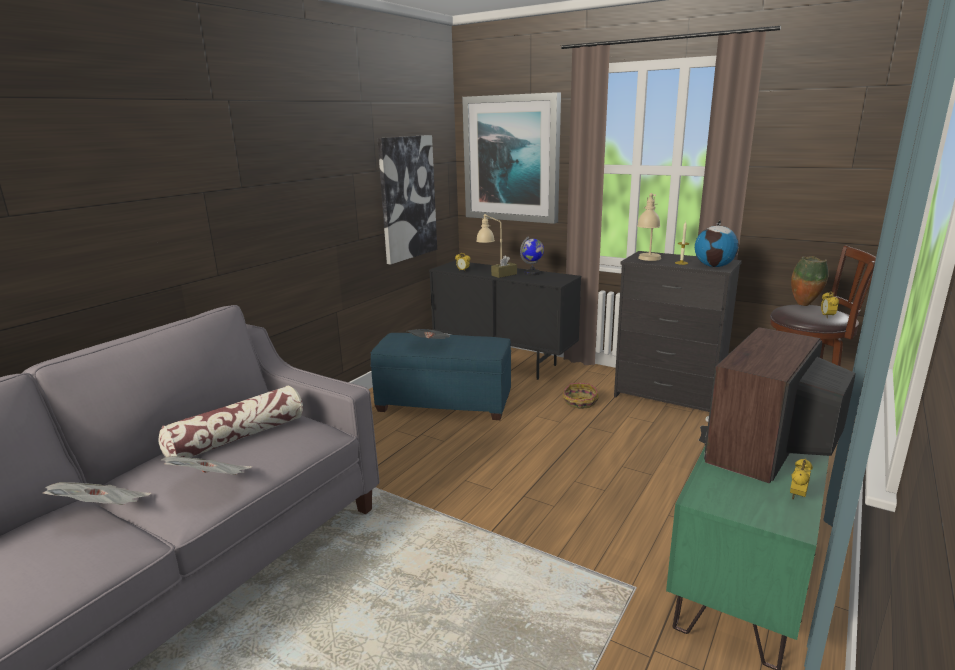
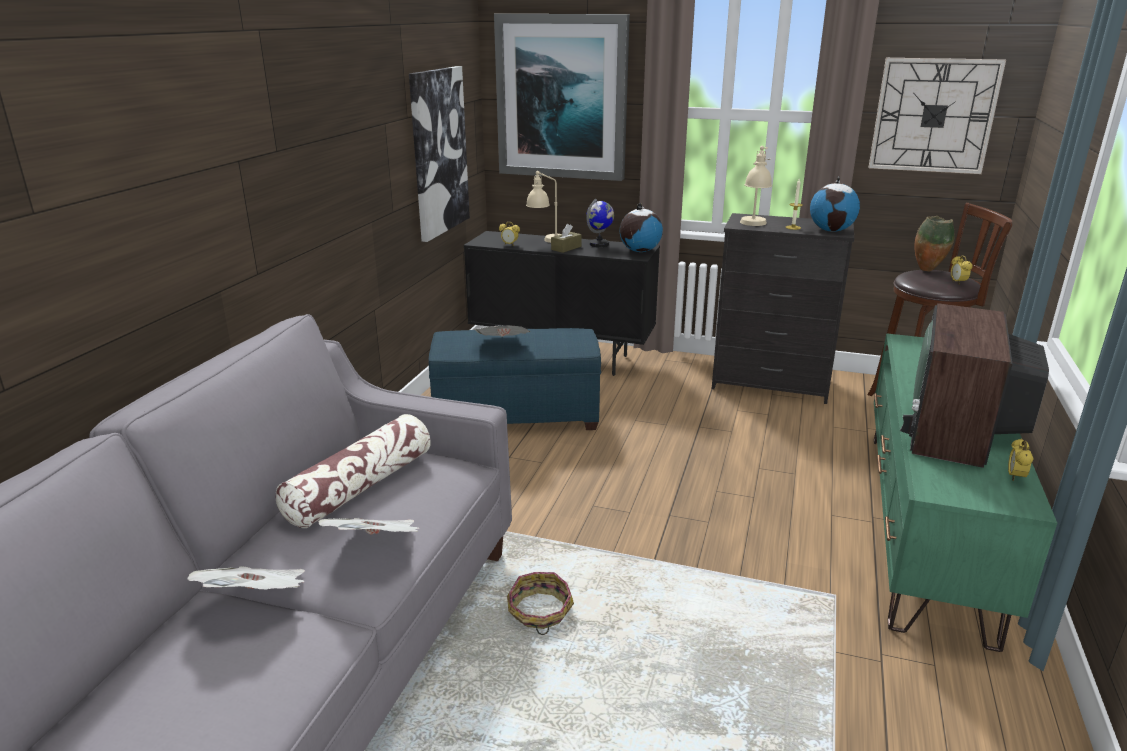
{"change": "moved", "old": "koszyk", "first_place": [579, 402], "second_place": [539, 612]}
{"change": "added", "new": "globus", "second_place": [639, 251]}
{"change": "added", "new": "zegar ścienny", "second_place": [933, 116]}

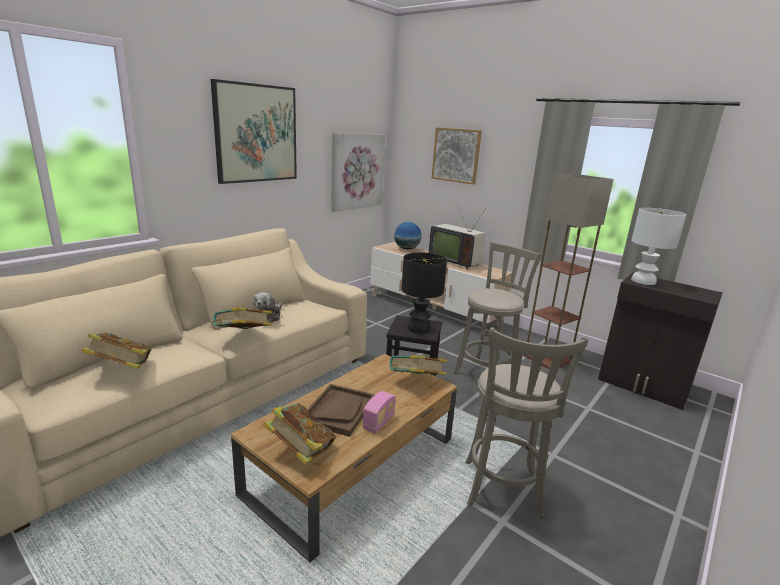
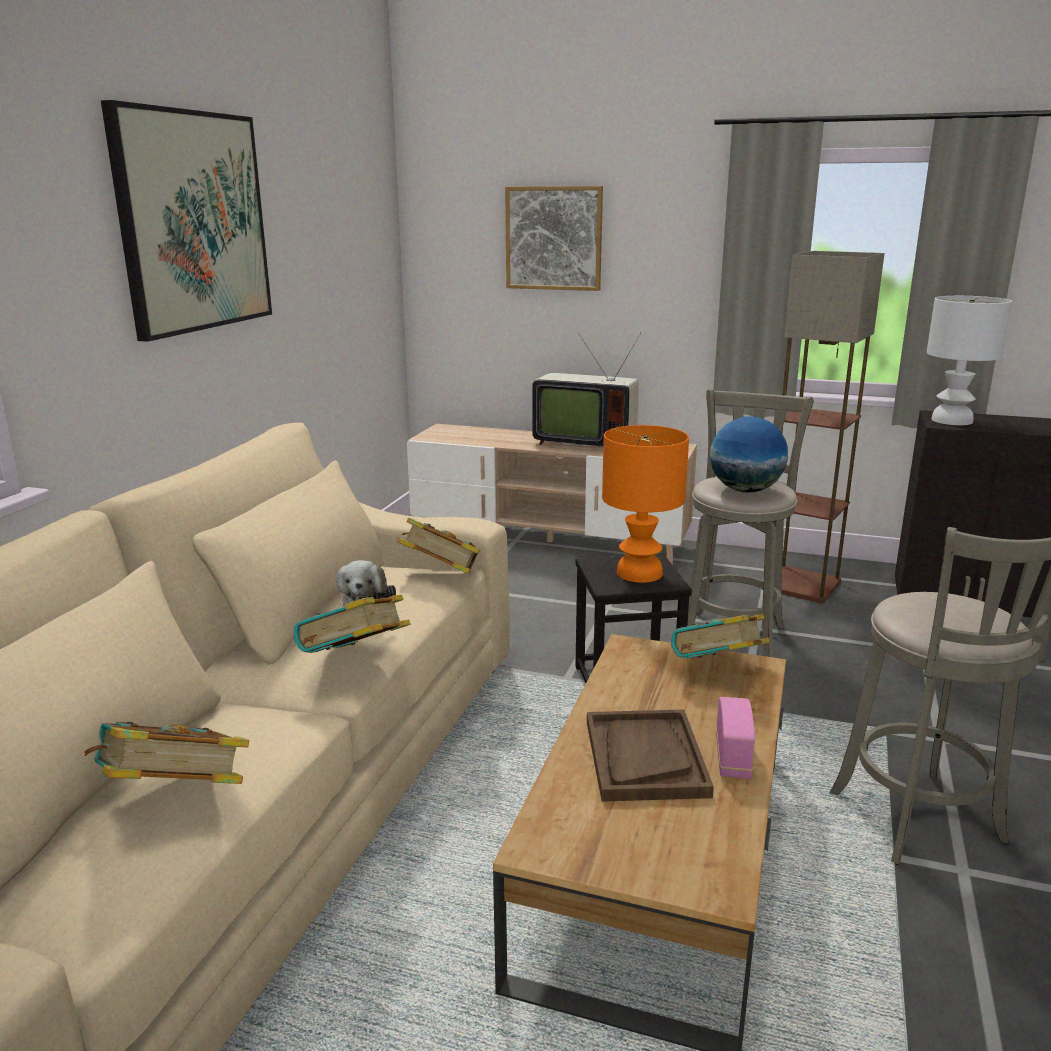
{"change": "moved", "old": "książka", "first_place": [301, 451], "second_place": [441, 576]}
{"change": "recoloured", "old": "lampa stołowa (czarny)", "new": "lampa stołowa (pomarańczowy)", "first_place": [419, 328], "second_place": [640, 572]}
{"change": "moved", "old": "globus", "first_place": [407, 249], "second_place": [745, 490]}
{"change": "removed", "old": "obraz", "first_place": [357, 171]}

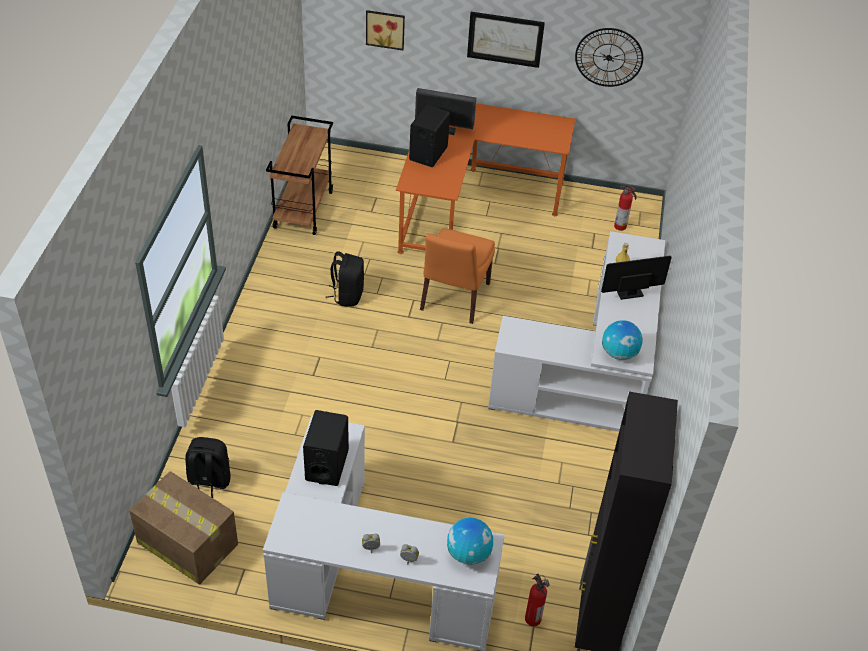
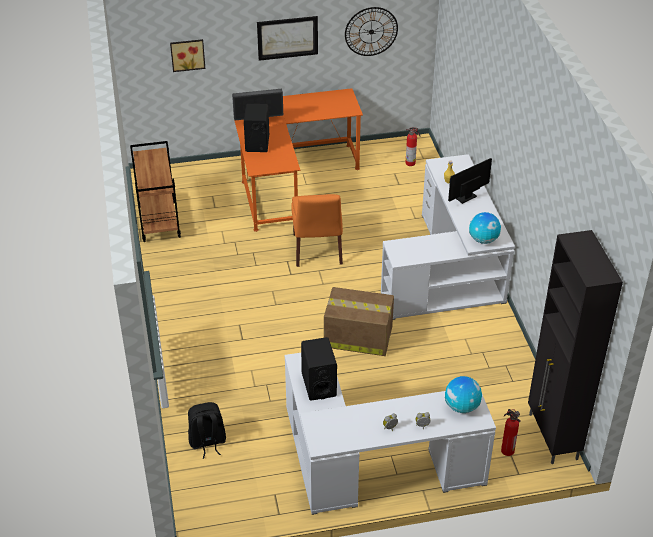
{"change": "moved", "old": "karton", "first_place": [186, 543], "second_place": [357, 336]}
{"change": "removed", "old": "plecak (czarny)", "first_place": [347, 295]}

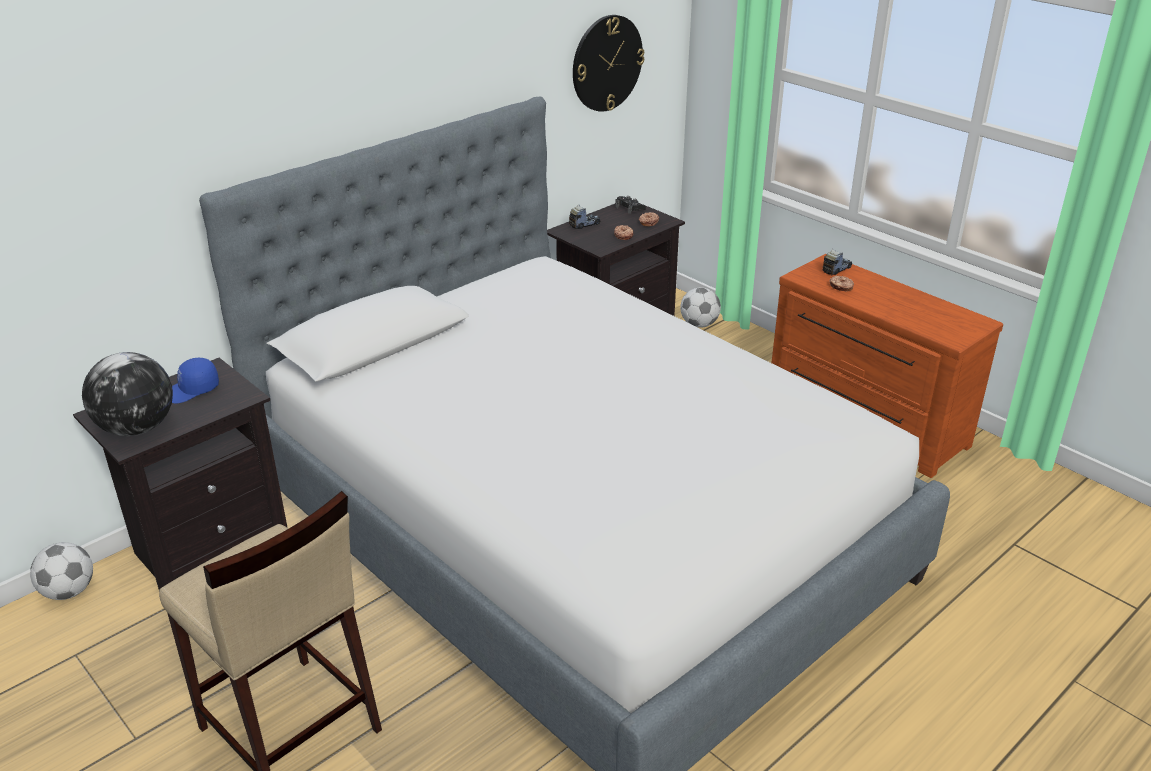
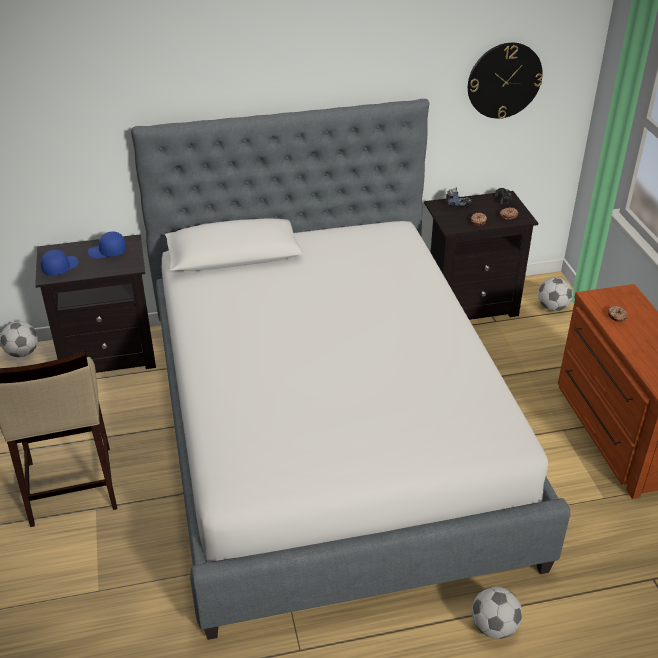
{"change": "replaced", "old": "globus", "new": "czapka z daszkiem (niebieski)", "first_place": [136, 428], "second_place": [60, 267]}
{"change": "added", "new": "piłka futbolowa", "second_place": [494, 627]}
{"change": "removed", "old": "ciężarówka zabawkowa", "first_place": [836, 269]}

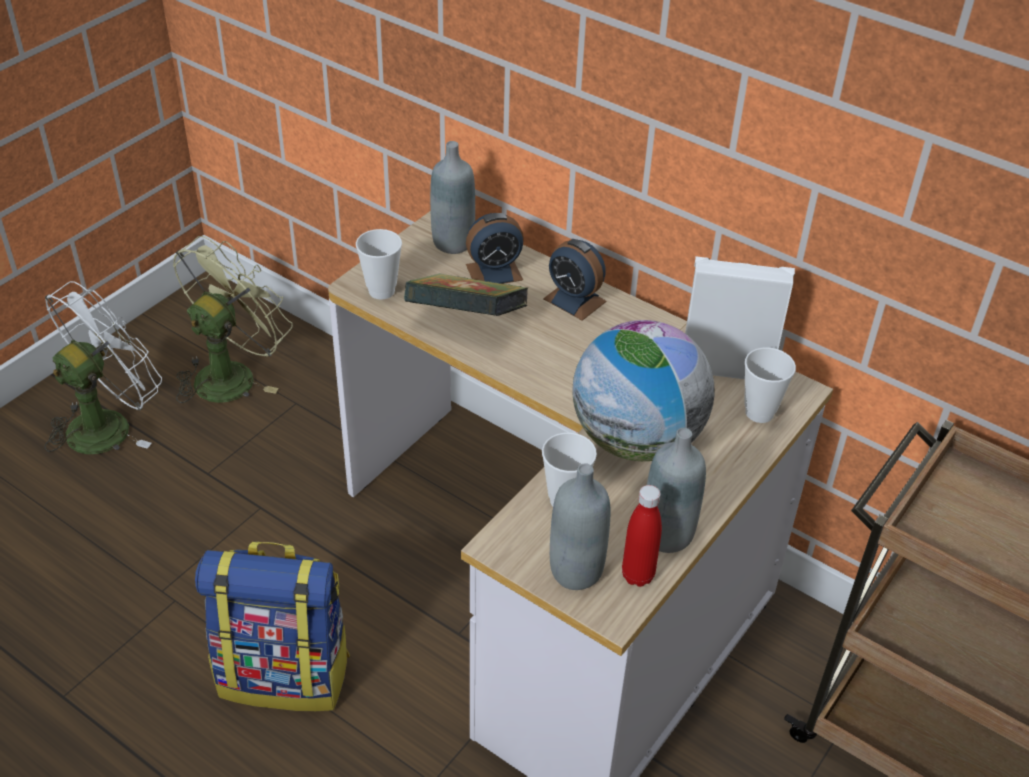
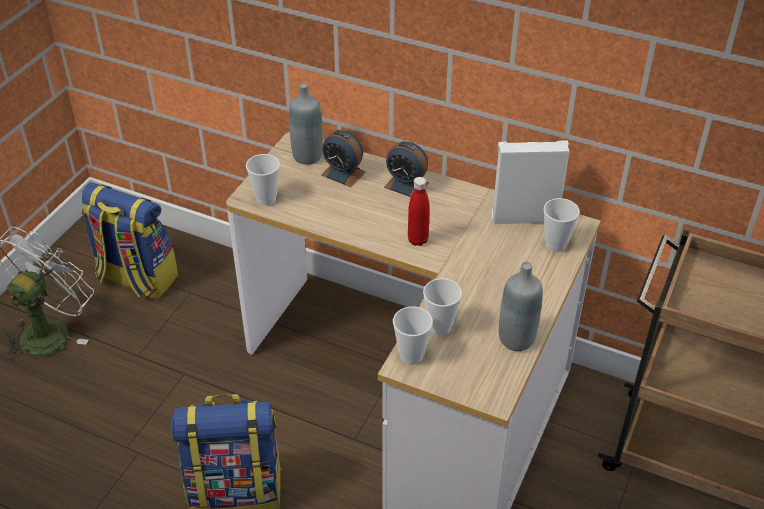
{"change": "replaced", "old": "wentylator (zielony)", "new": "plecak", "first_place": [232, 374], "second_place": [136, 278]}
{"change": "turned", "old": "budzik", "first_place": [494, 272], "second_place": [343, 173], "degrees": 60}
{"change": "added", "new": "filiżanka", "second_place": [411, 356]}
{"change": "moved", "old": "butelka (czerwony)", "first_place": [637, 575], "second_place": [418, 240]}
{"change": "removed", "old": "książka", "first_place": [466, 321]}
{"change": "removed", "old": "butelka (szary)", "first_place": [576, 571]}
{"change": "removed", "old": "globus", "first_place": [636, 440]}

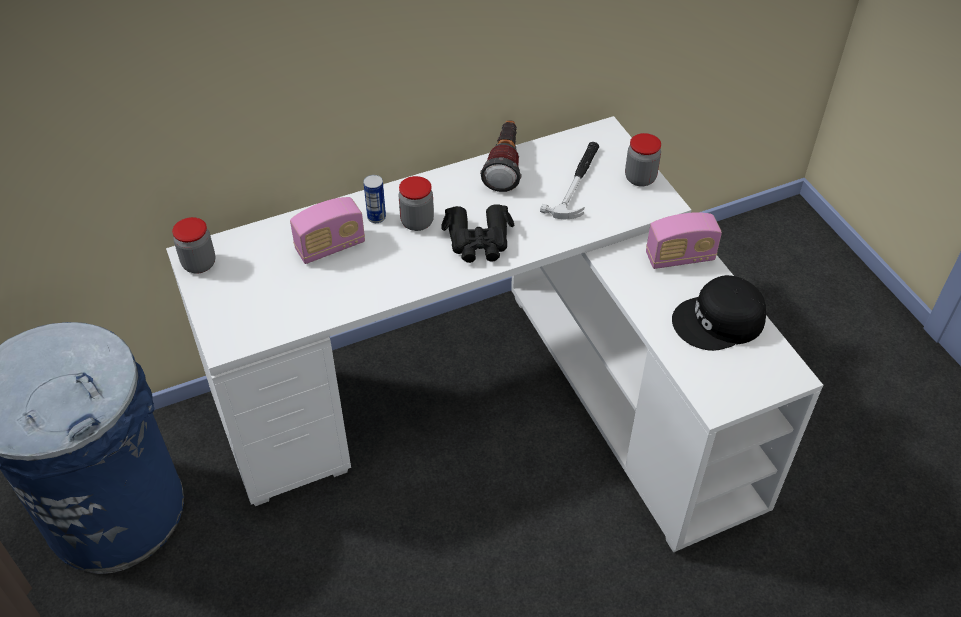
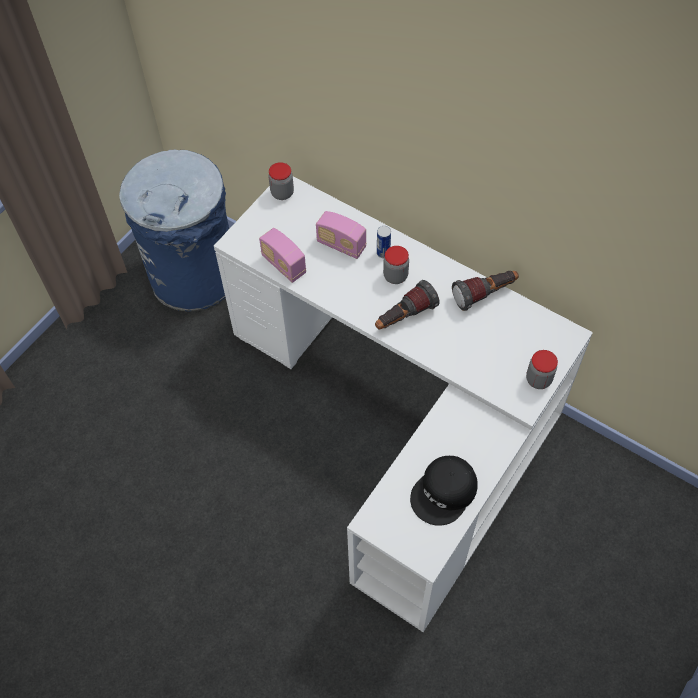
{"change": "moved", "old": "radio", "first_place": [680, 257], "second_place": [283, 265]}
{"change": "replaced", "old": "lornetka (czarny)", "new": "latarka", "first_place": [478, 241], "second_place": [404, 317]}
{"change": "turned", "old": "czapka z daszkiem (czarny)", "first_place": [719, 321], "second_place": [445, 493], "degrees": -90}
{"change": "removed", "old": "młotek", "first_place": [577, 183]}

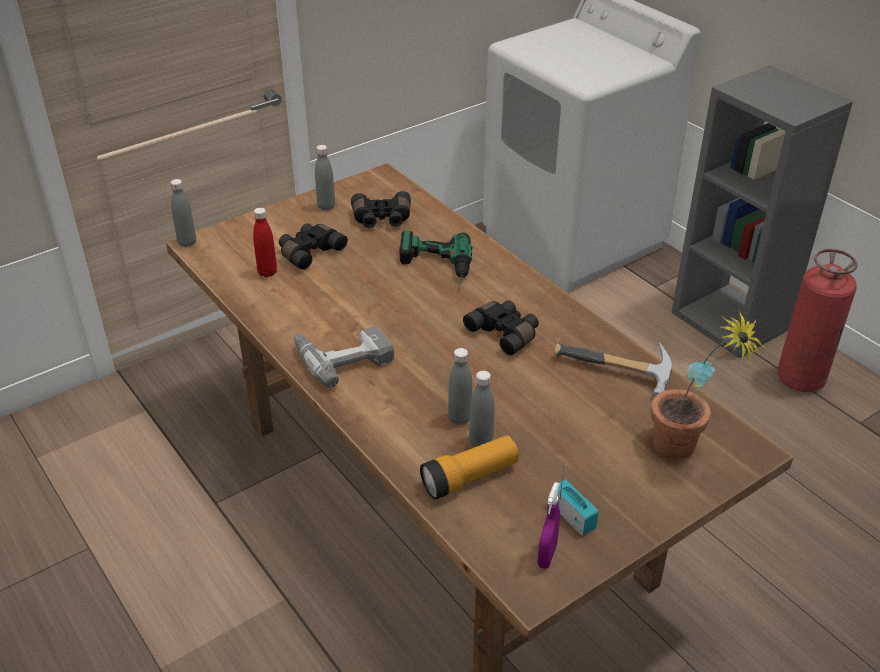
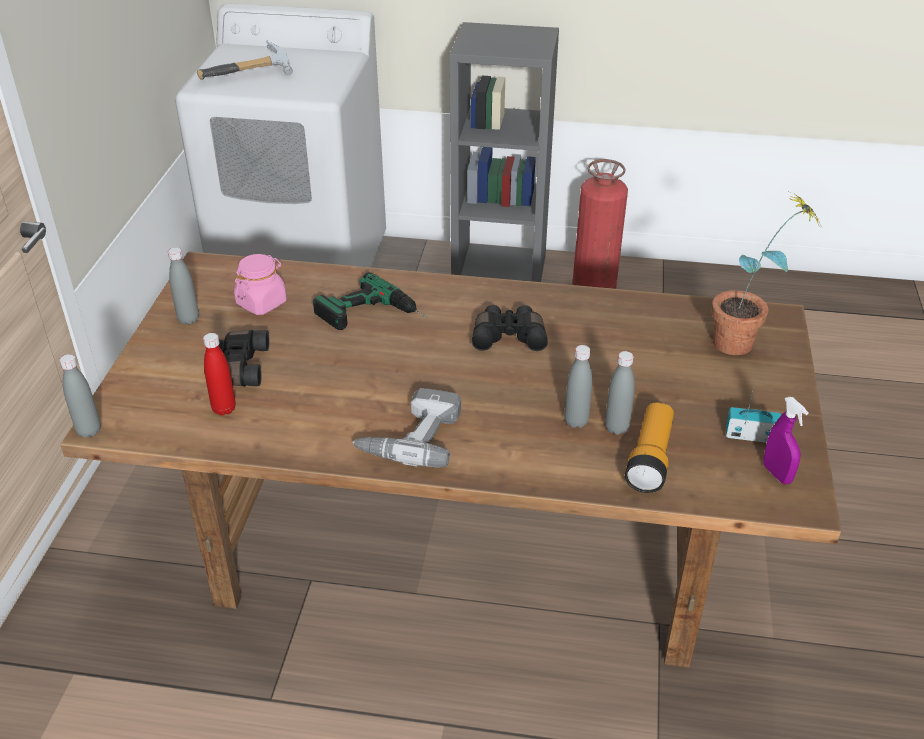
{"change": "moved", "old": "młotek", "first_place": [615, 375], "second_place": [249, 76]}
{"change": "replaced", "old": "lornetka (czarny)", "new": "słoik (różowy)", "first_place": [381, 219], "second_place": [262, 303]}

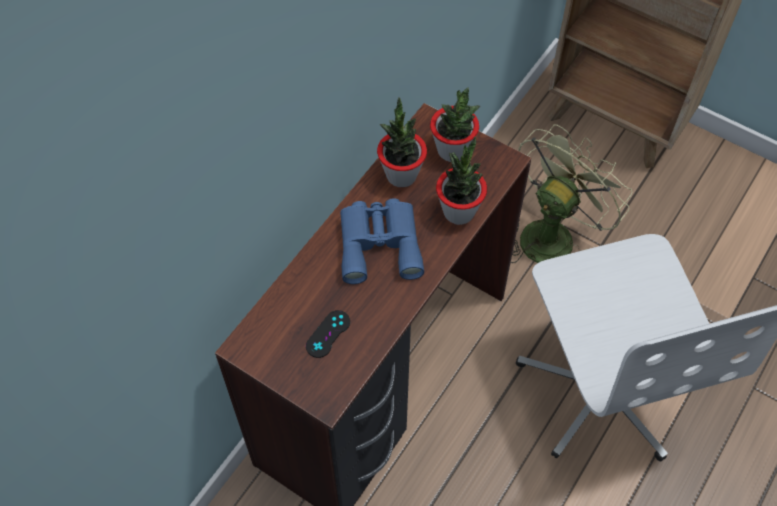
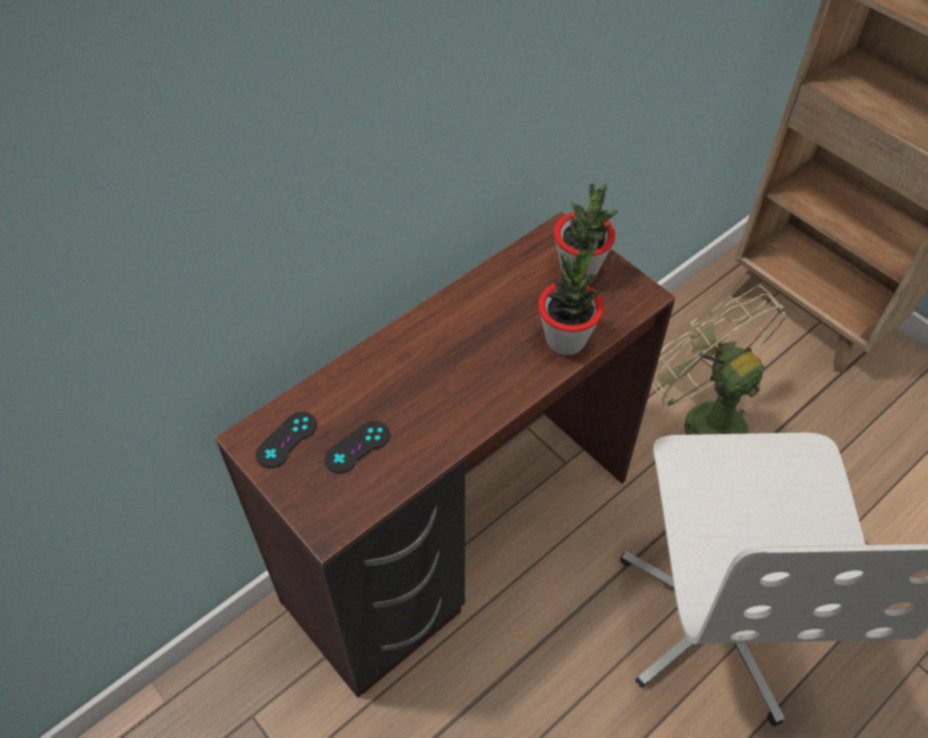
{"change": "added", "new": "pad do gier (czarny)", "second_place": [286, 440]}
{"change": "turned", "old": "wentylator (zielony)", "first_place": [551, 233], "second_place": [702, 420], "degrees": -90}
{"change": "removed", "old": "lornetka (niebieski)", "first_place": [380, 242]}
{"change": "removed", "old": "roślina doniczkowa", "first_place": [401, 175]}

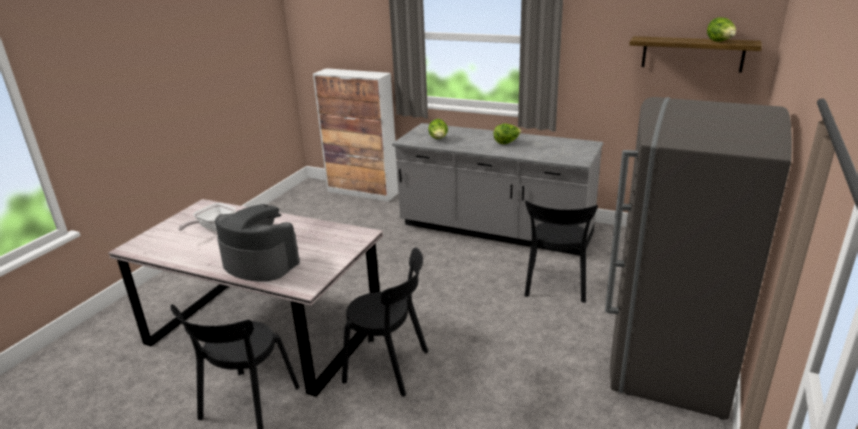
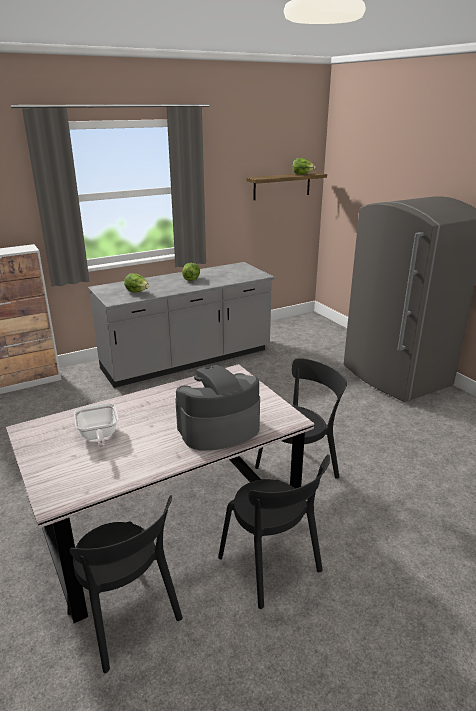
{"change": "moved", "old": "krzesło (czarny)", "first_place": [555, 286], "second_place": [127, 619]}

